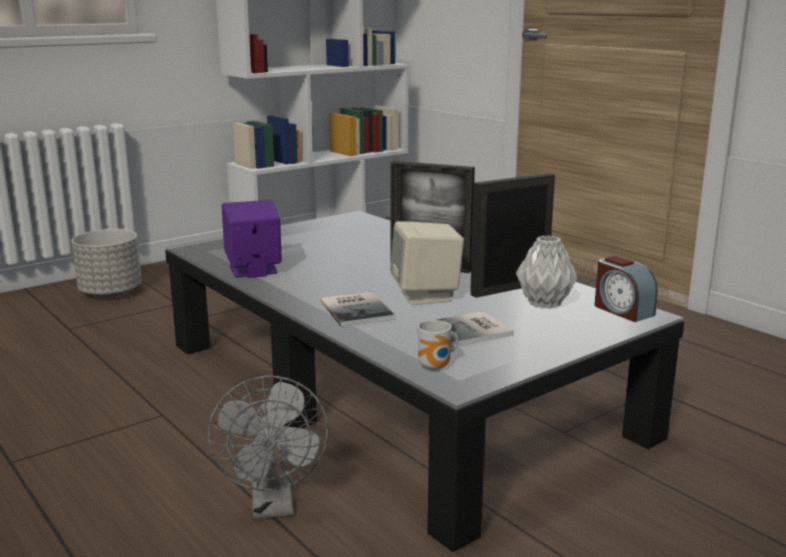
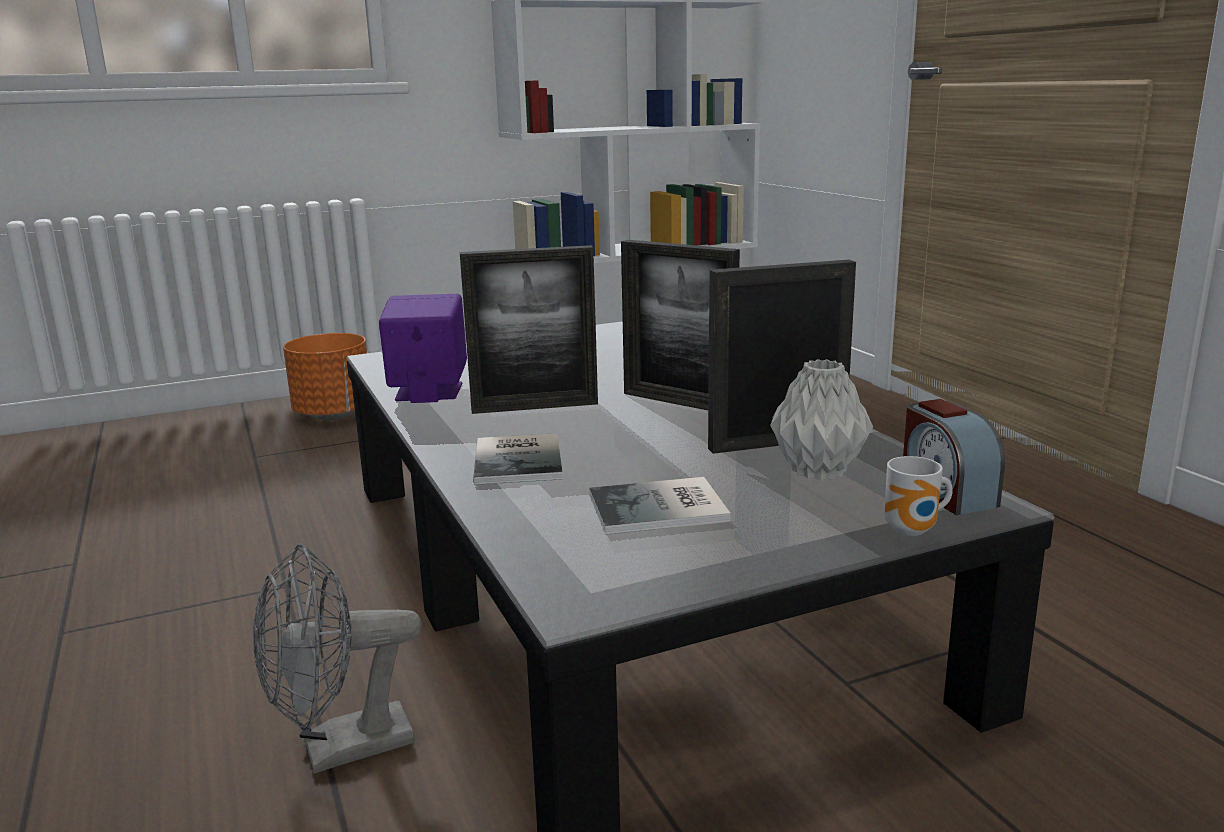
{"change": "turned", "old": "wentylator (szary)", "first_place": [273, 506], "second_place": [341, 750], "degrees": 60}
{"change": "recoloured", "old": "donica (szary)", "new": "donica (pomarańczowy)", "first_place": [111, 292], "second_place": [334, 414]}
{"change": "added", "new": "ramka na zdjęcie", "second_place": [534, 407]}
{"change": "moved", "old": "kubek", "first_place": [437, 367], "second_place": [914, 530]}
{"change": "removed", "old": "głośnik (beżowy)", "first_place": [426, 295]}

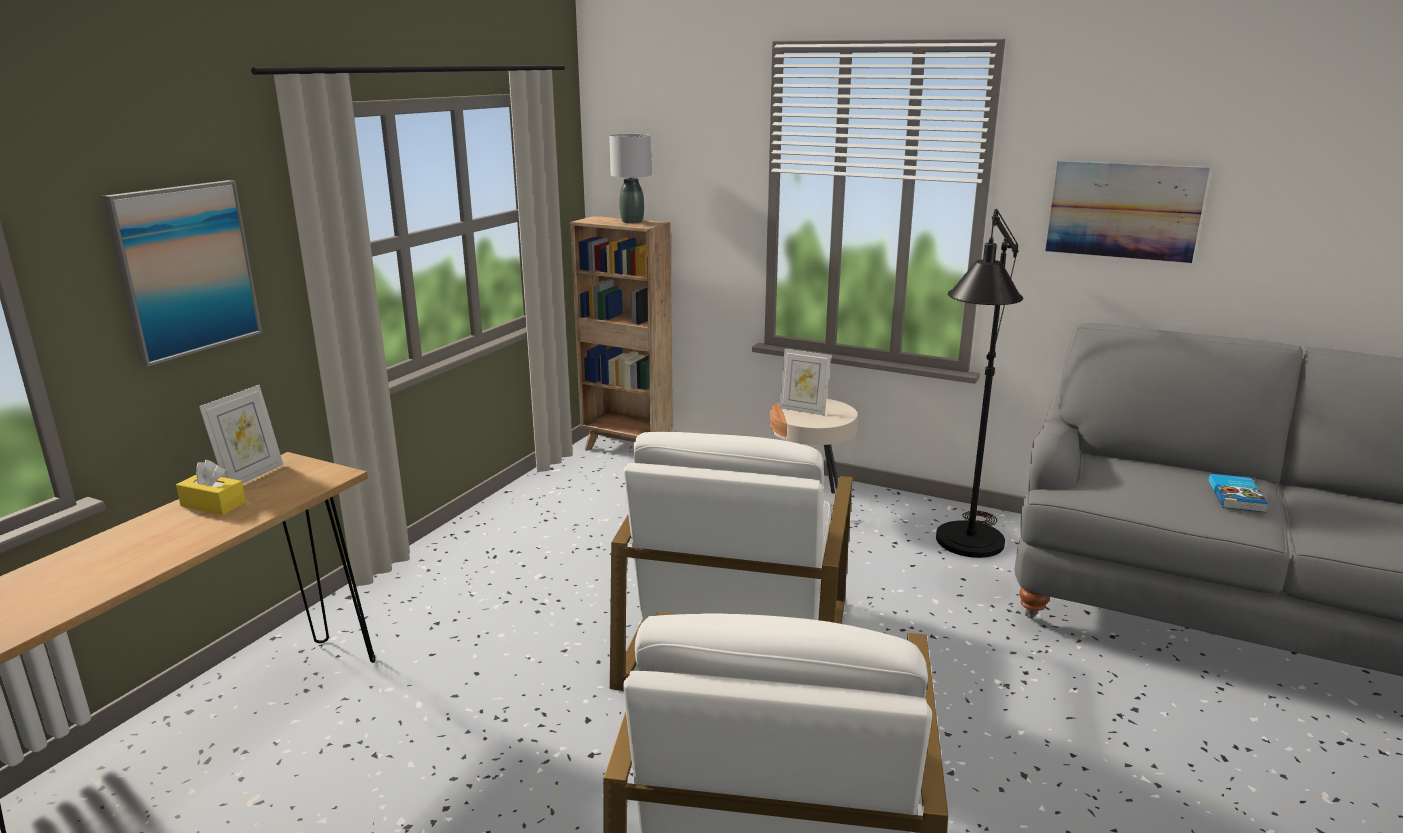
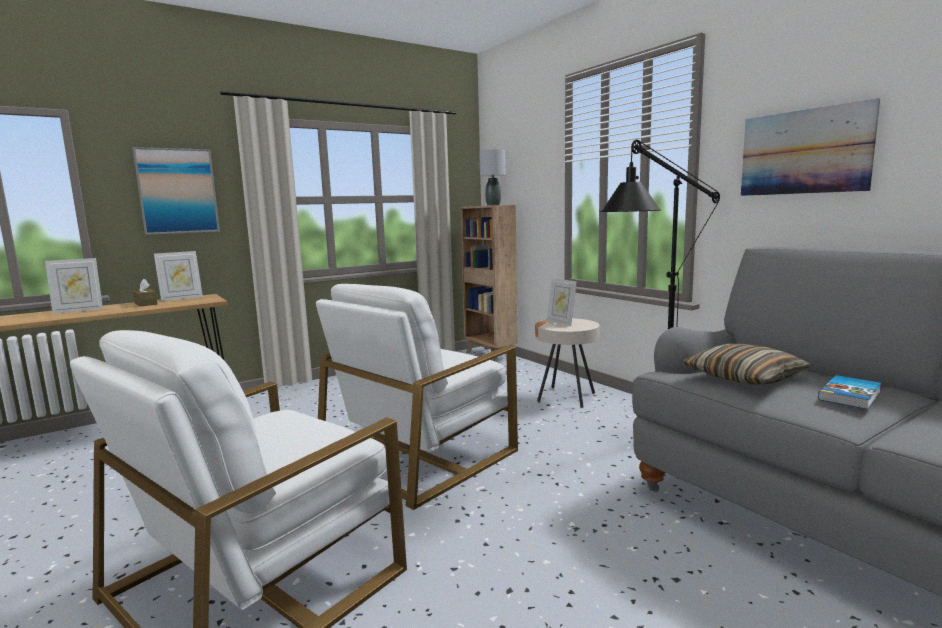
{"change": "added", "new": "ramka na zdjęcie", "second_place": [78, 310]}
{"change": "recoloured", "old": "pudełko chusteczek (żółty)", "new": "pudełko chusteczek (brązowy)", "first_place": [213, 504], "second_place": [145, 303]}
{"change": "added", "new": "poduszka", "second_place": [744, 378]}

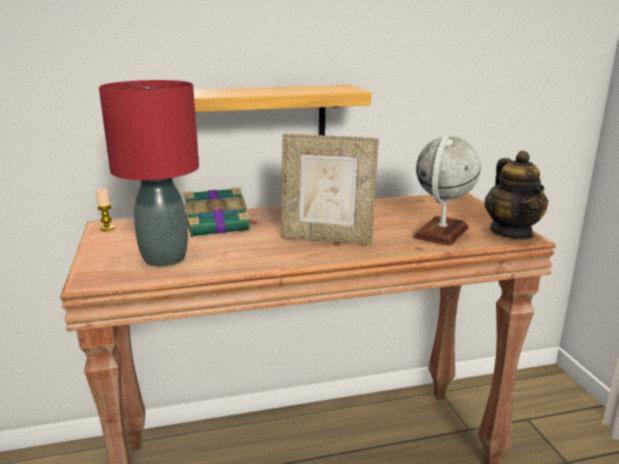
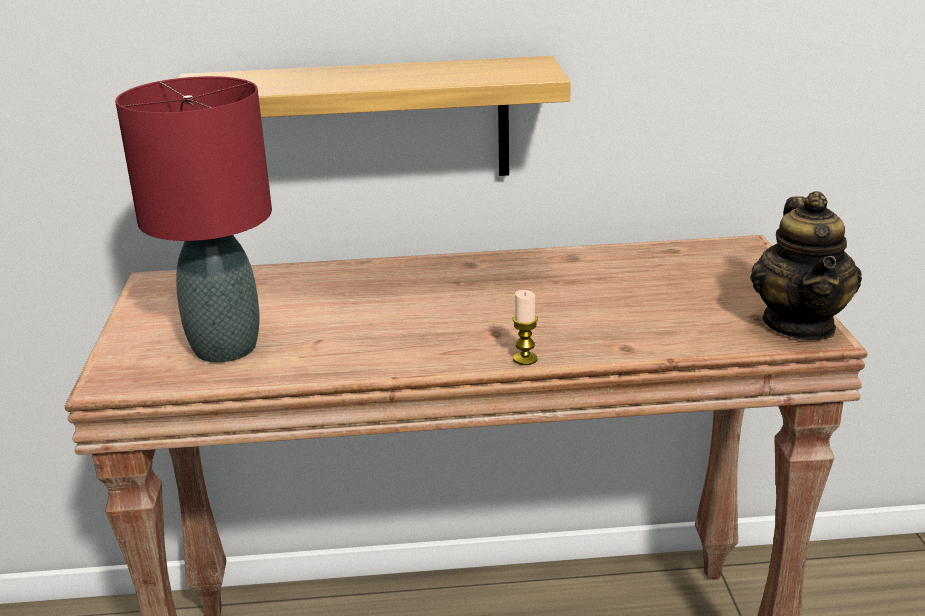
{"change": "moved", "old": "świeca", "first_place": [107, 228], "second_place": [525, 359]}
{"change": "removed", "old": "książka", "first_place": [219, 225]}
{"change": "removed", "old": "ramka na zdjęcie", "first_place": [327, 239]}
{"change": "removed", "old": "globus", "first_place": [441, 233]}

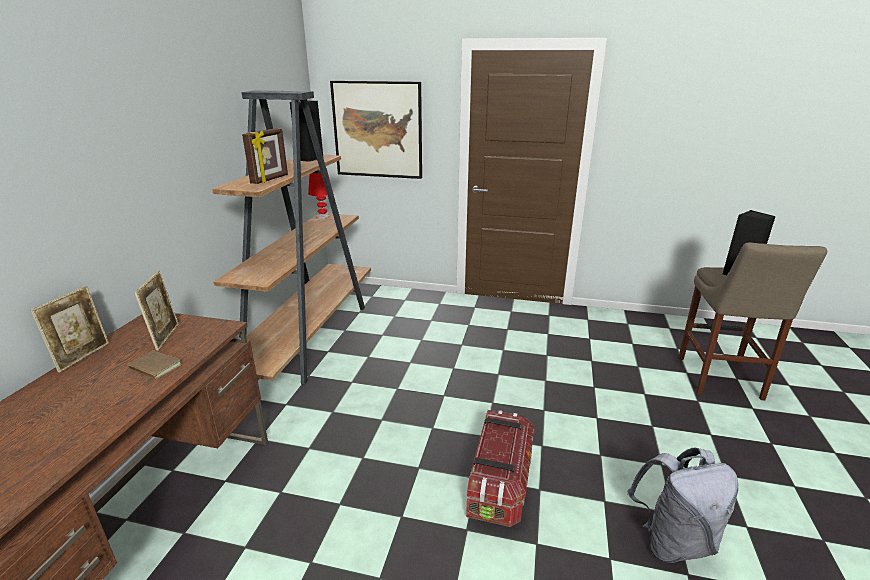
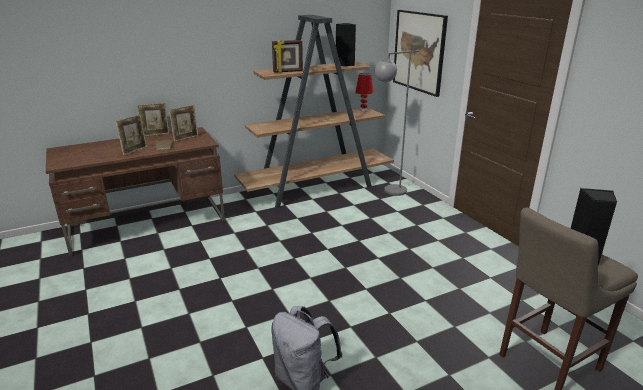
{"change": "added", "new": "ramka na zdjęcie", "second_place": [134, 150]}
{"change": "added", "new": "lampa stojąca (szary)", "second_place": [388, 192]}
{"change": "removed", "old": "pojemnik do przechowywania", "first_place": [500, 483]}

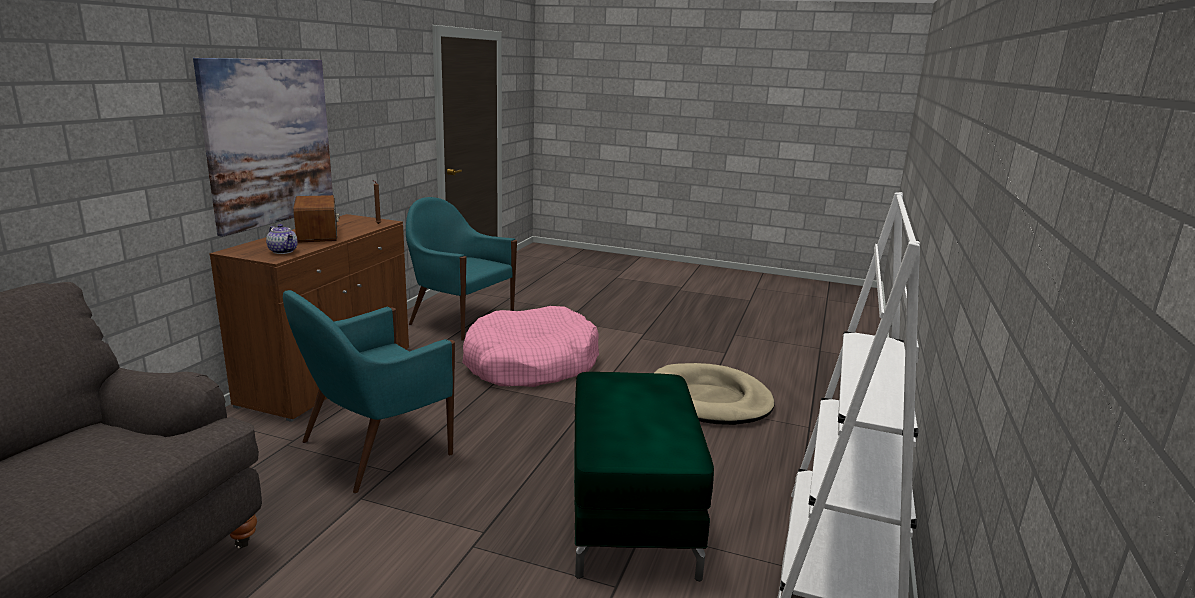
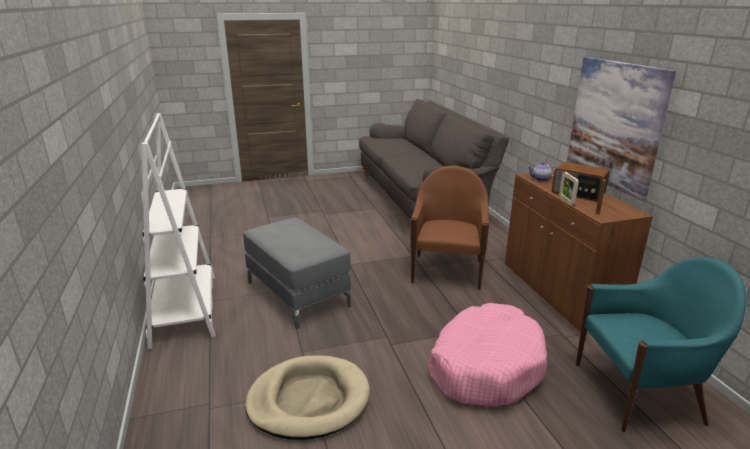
{"change": "recoloured", "old": "pufa (zielony)", "new": "pufa (szary)", "first_place": [630, 511], "second_place": [298, 294]}
{"change": "recoloured", "old": "fotel (turkusowy)", "new": "fotel (brązowy)", "first_place": [373, 449], "second_place": [447, 270]}
{"change": "added", "new": "ramka na zdjęcie", "second_place": [566, 200]}

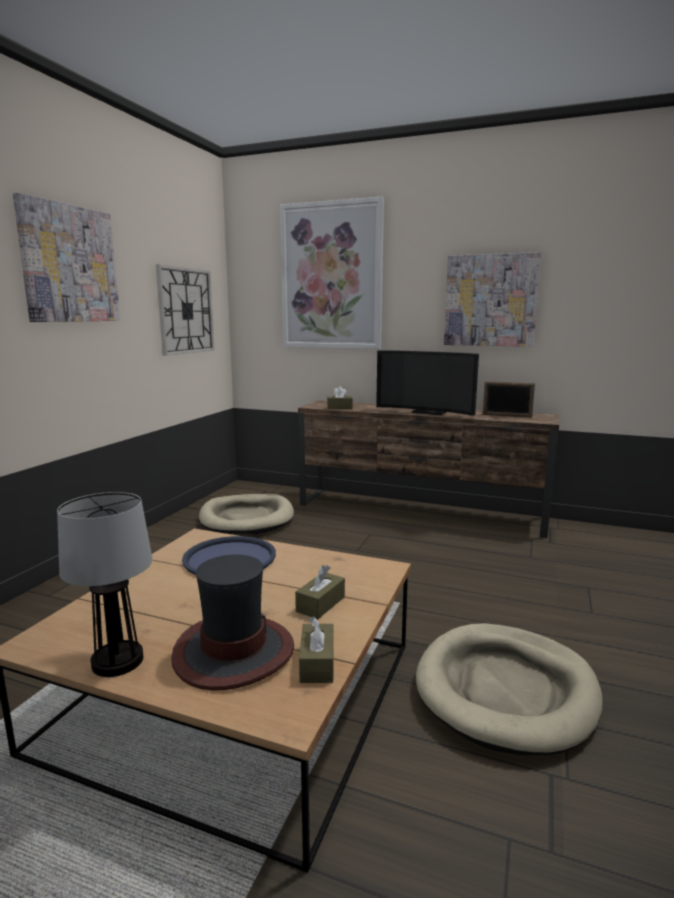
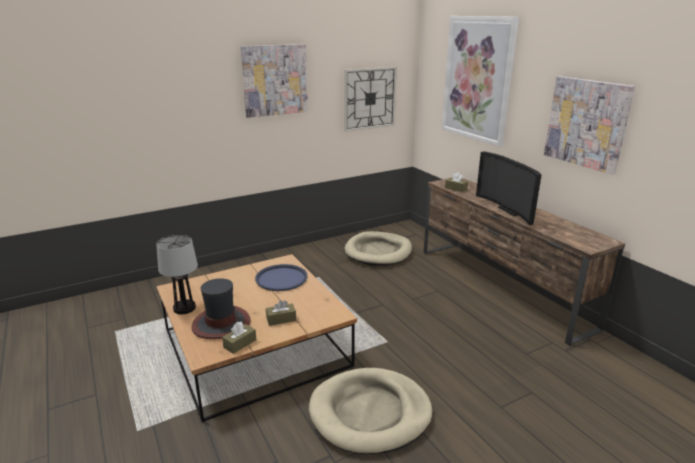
{"change": "removed", "old": "ramka na zdjęcie", "first_place": [507, 416]}

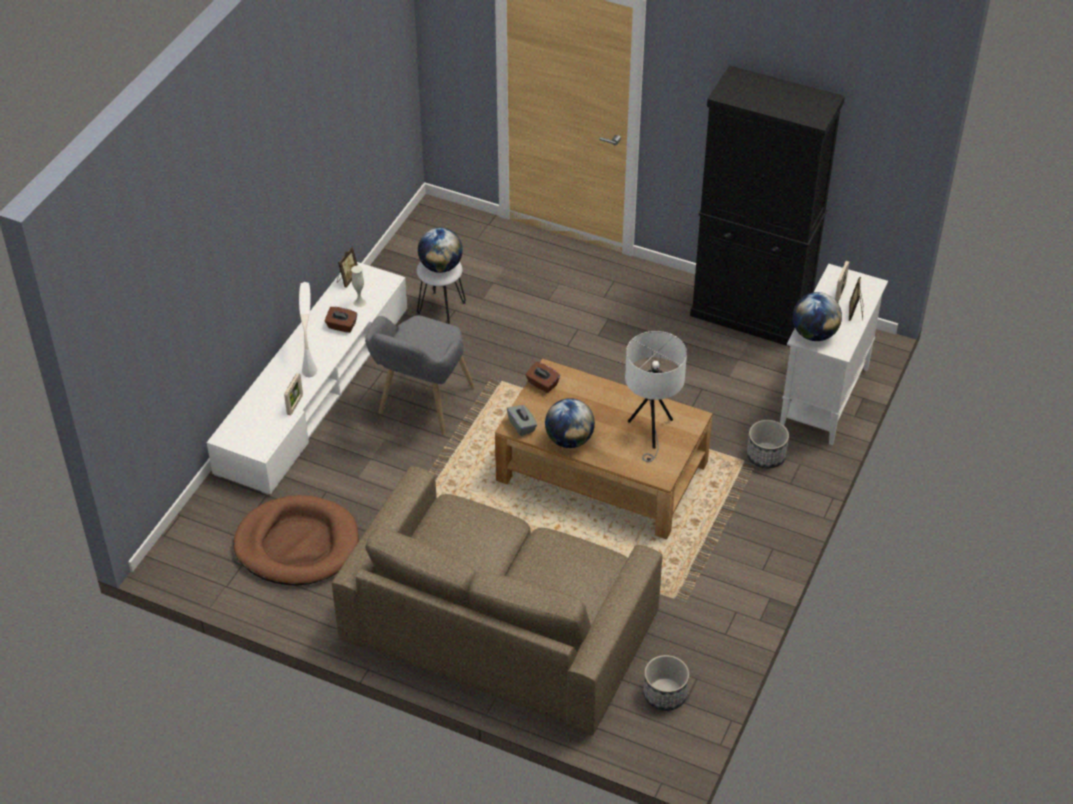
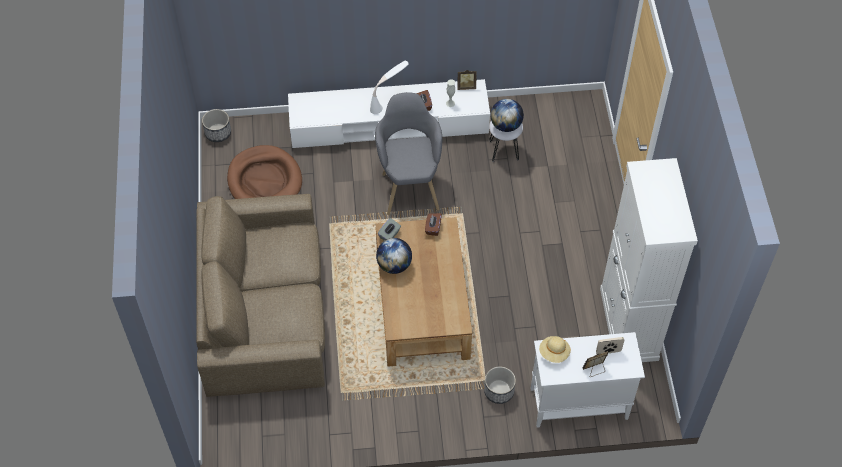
{"change": "moved", "old": "donica", "first_place": [664, 694], "second_place": [218, 133]}
{"change": "turned", "old": "fotel (szary)", "first_place": [421, 409], "second_place": [409, 184], "degrees": 90}
{"change": "replaced", "old": "globus", "new": "kapelusz (beżowy)", "first_place": [814, 334], "second_place": [554, 353]}
{"change": "recoloured", "old": "szafka (czarny)", "new": "szafka (biały)", "first_place": [751, 314], "second_place": [628, 324]}
{"change": "removed", "old": "ramka na zdjęcie", "first_place": [295, 405]}
{"change": "removed", "old": "lampa stołowa (biały)", "first_place": [651, 432]}

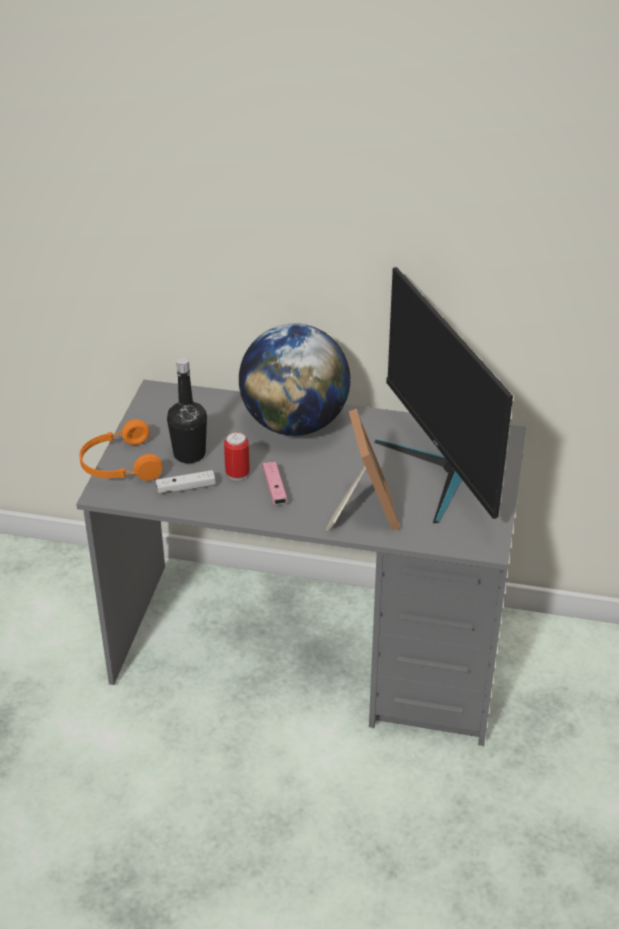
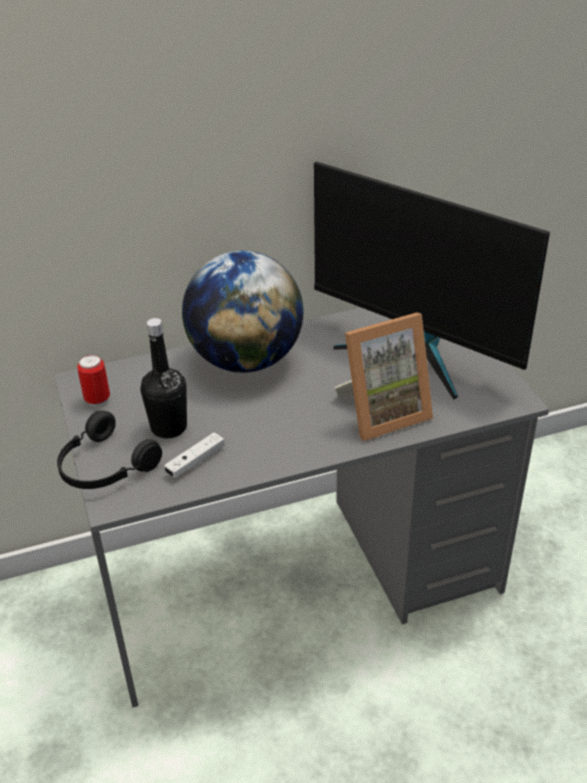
{"change": "recoloured", "old": "słuchawki (pomarańczowy)", "new": "słuchawki (czarny)", "first_place": [119, 465], "second_place": [104, 467]}
{"change": "moved", "old": "puszka", "first_place": [237, 474], "second_place": [97, 400]}
{"change": "turned", "old": "ramka na zdjęcie", "first_place": [362, 509], "second_place": [382, 412], "degrees": 105}
{"change": "removed", "old": "pad do gier (różowy)", "first_place": [274, 489]}

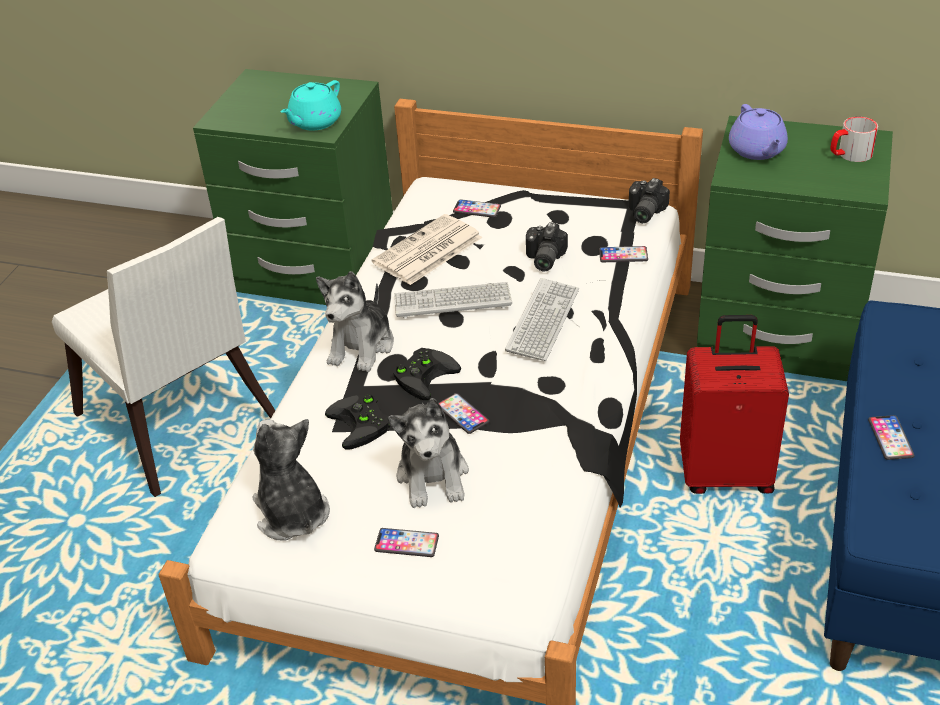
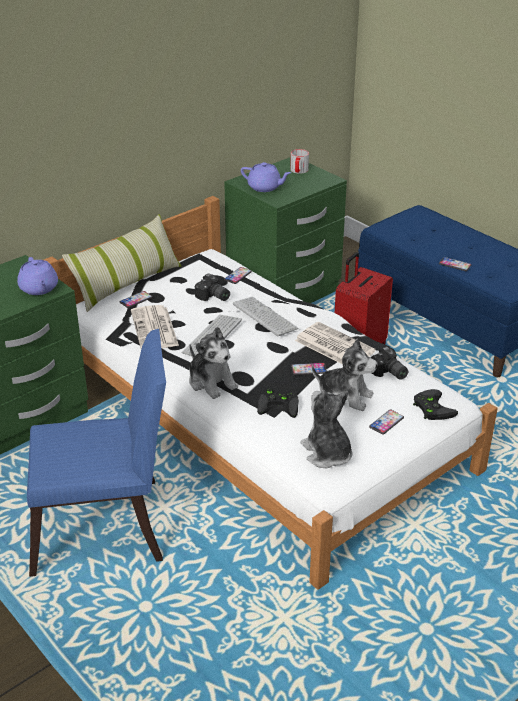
{"change": "recoloured", "old": "imbryk (turkusowy)", "new": "imbryk (fioletowy)", "first_place": [314, 122], "second_place": [39, 289]}
{"change": "recoloured", "old": "krzesło (biały)", "new": "krzesło (niebieski)", "first_place": [181, 428], "second_place": [107, 528]}
{"change": "added", "new": "poduszka", "second_place": [127, 283]}
{"change": "added", "new": "gazeta", "second_place": [333, 346]}
{"change": "turned", "old": "pluszak", "first_place": [292, 514], "second_place": [327, 453], "degrees": 60}
{"change": "moved", "old": "aparat fotograficzny", "first_place": [643, 212], "second_place": [388, 373]}
{"change": "moved", "old": "pad do gier (czarny)", "first_place": [424, 374], "second_place": [431, 407]}

